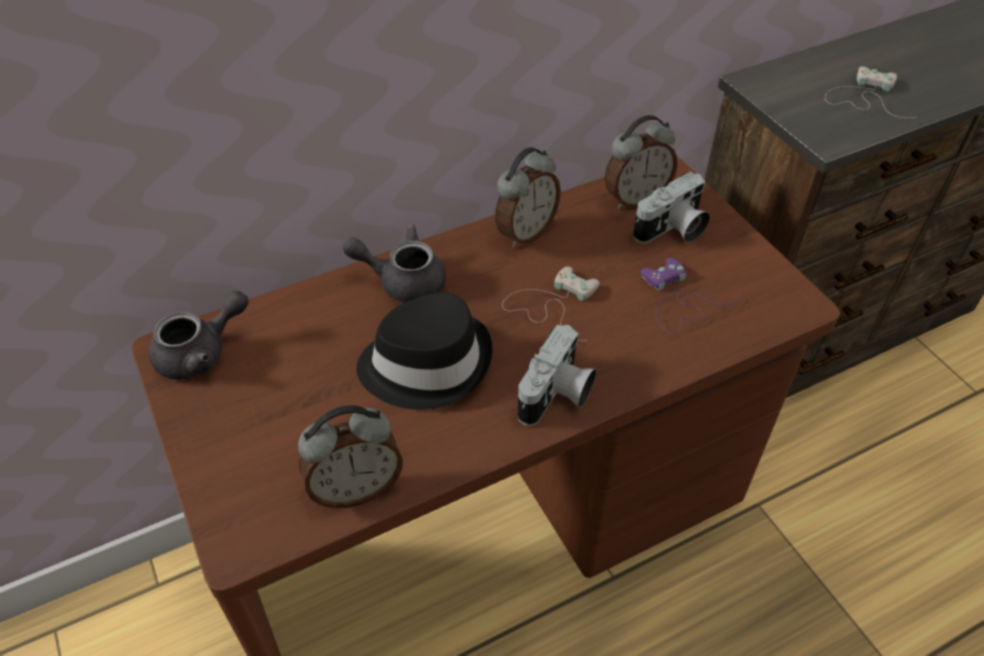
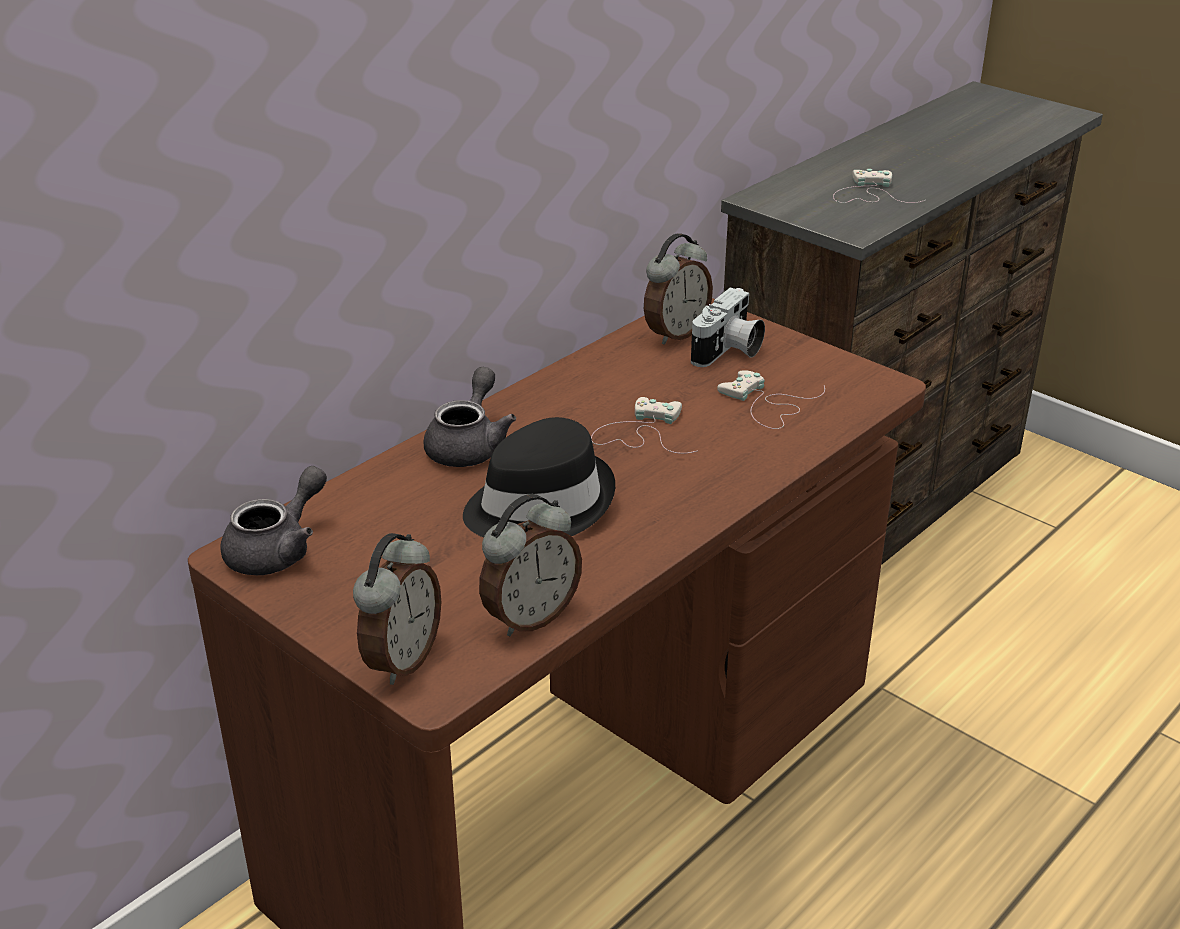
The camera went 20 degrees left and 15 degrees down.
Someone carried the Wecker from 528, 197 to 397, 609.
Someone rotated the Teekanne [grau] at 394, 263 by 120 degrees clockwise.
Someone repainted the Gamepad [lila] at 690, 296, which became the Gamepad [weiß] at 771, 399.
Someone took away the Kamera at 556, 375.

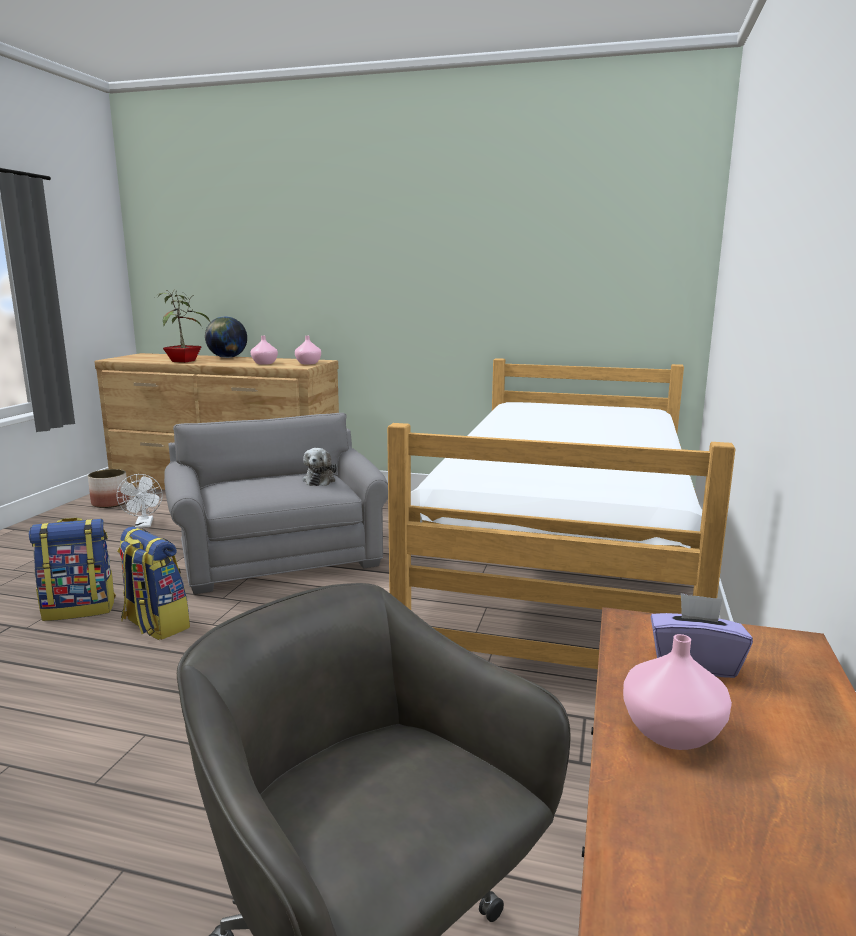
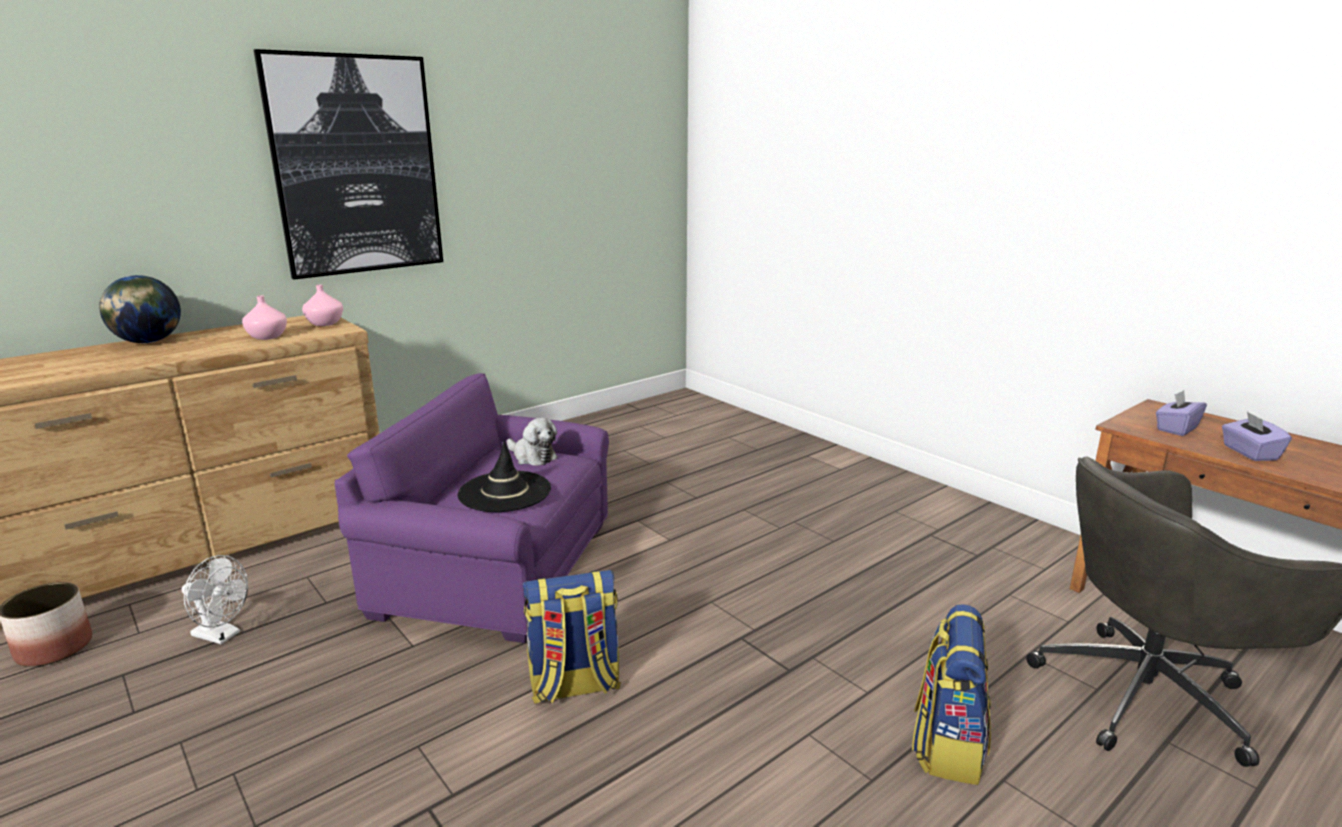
The camera went 55 degrees left and 5 degrees up.
Someone put up the Bild at 348, 164.
Someone repainted the Sessel [grau] at 276, 503, which became the Sessel [lila] at 472, 508.
Someone put down the Hut [schwarz] at 504, 476.
Someone carried the Rucksack from 72, 569 to 951, 694.
Someone swapped the Vase [rosa] at 677, 692 for the Taschentuchbox [lila] at 1257, 436.
Someone took away the Topfpflanze at 183, 326.
Someone took away the Bett at 561, 513.

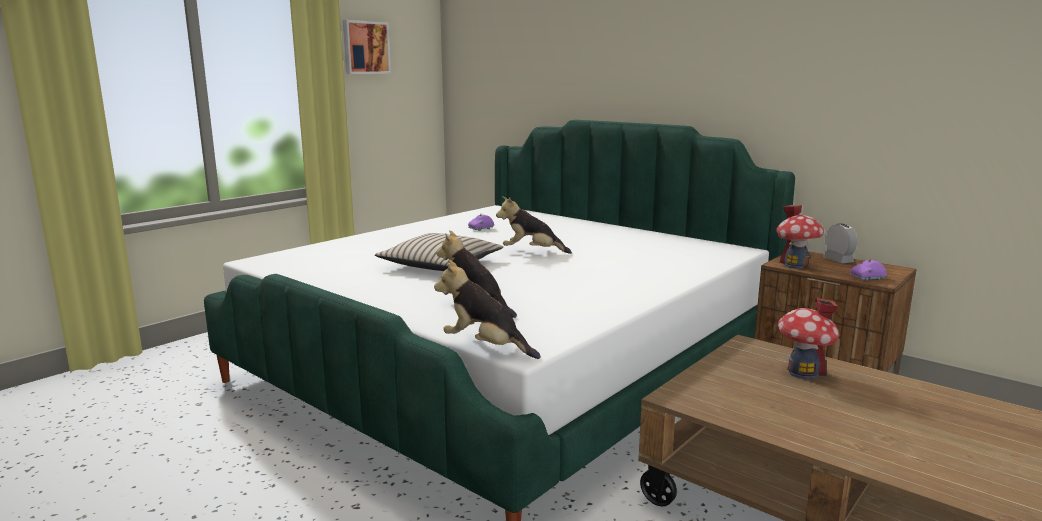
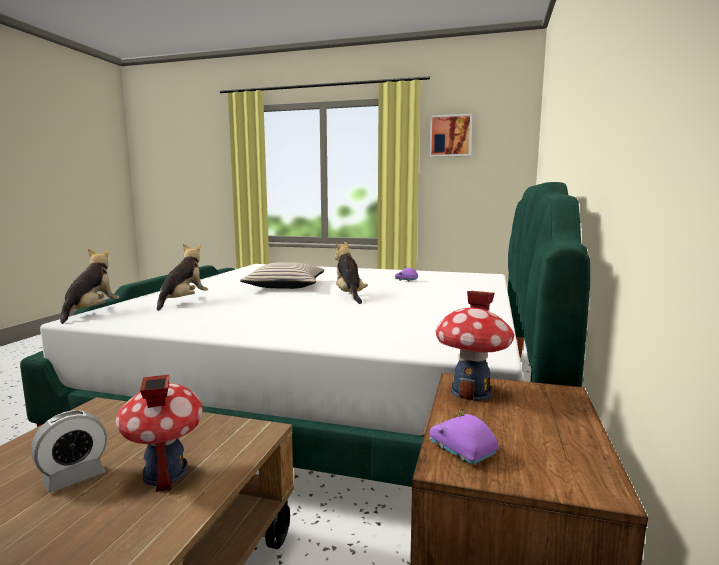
The camera went 65 degrees right and 5 degrees down.
Someone carried the Wecker from 839, 243 to 69, 451.

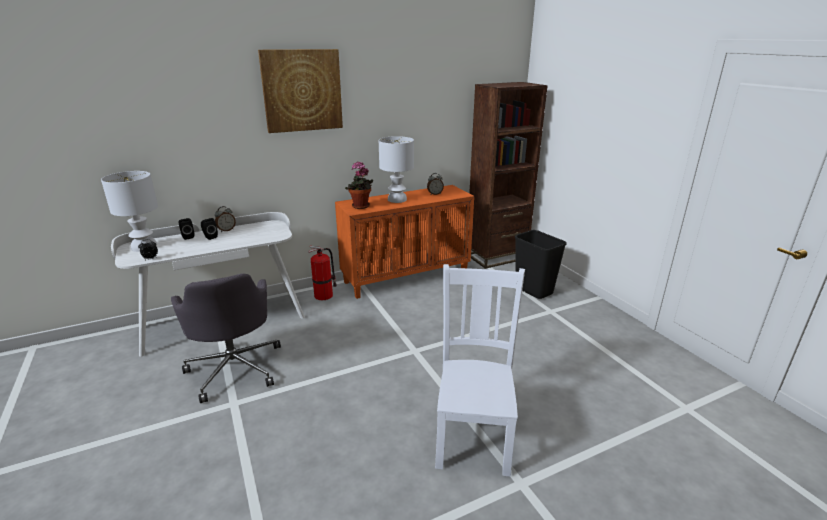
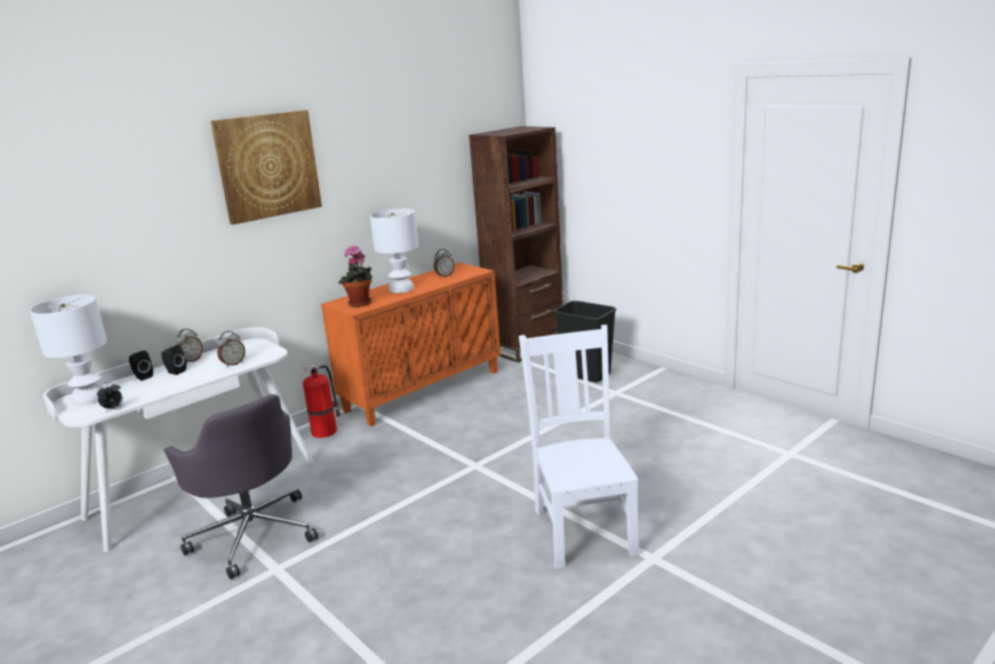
The camera went 15 degrees left and 5 degrees down.
Someone put down the Wecker at 231, 349.

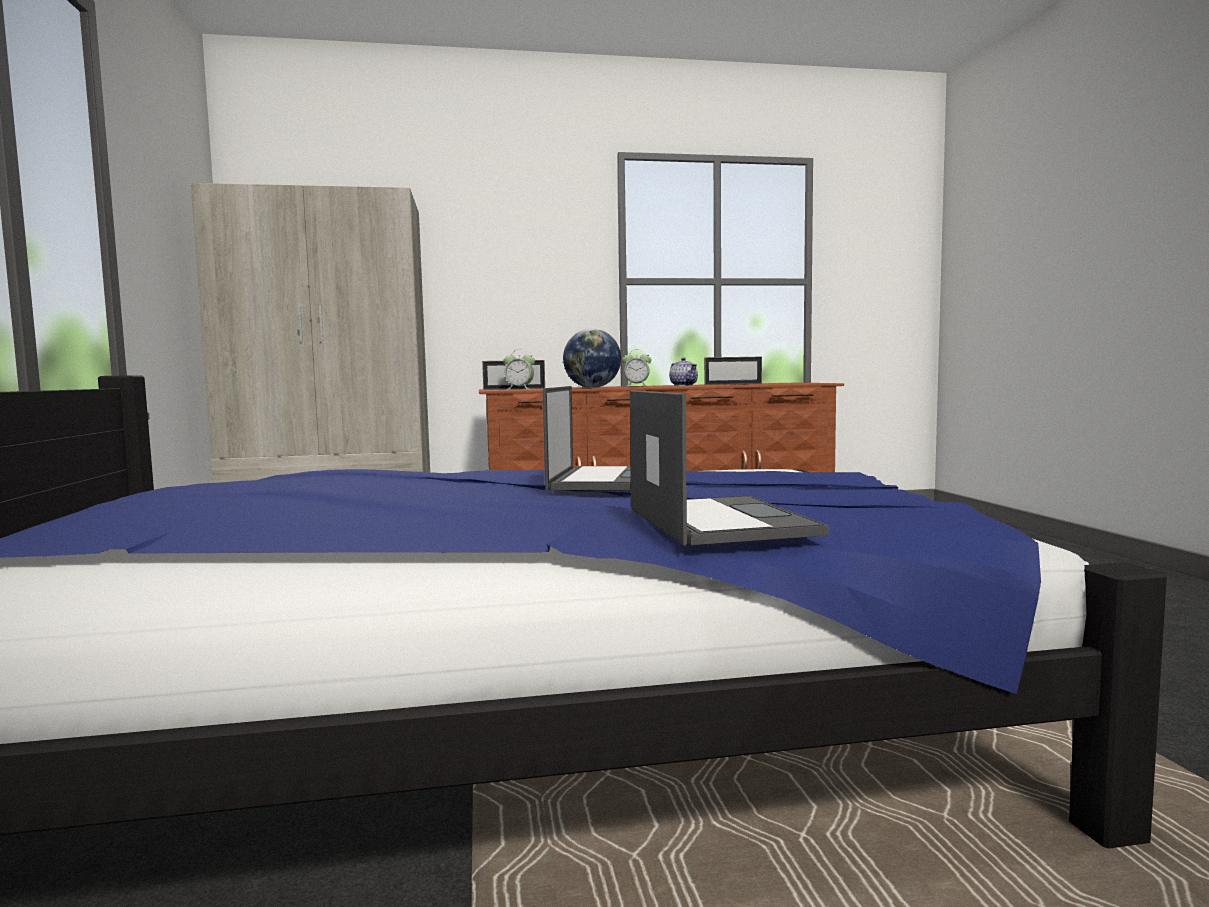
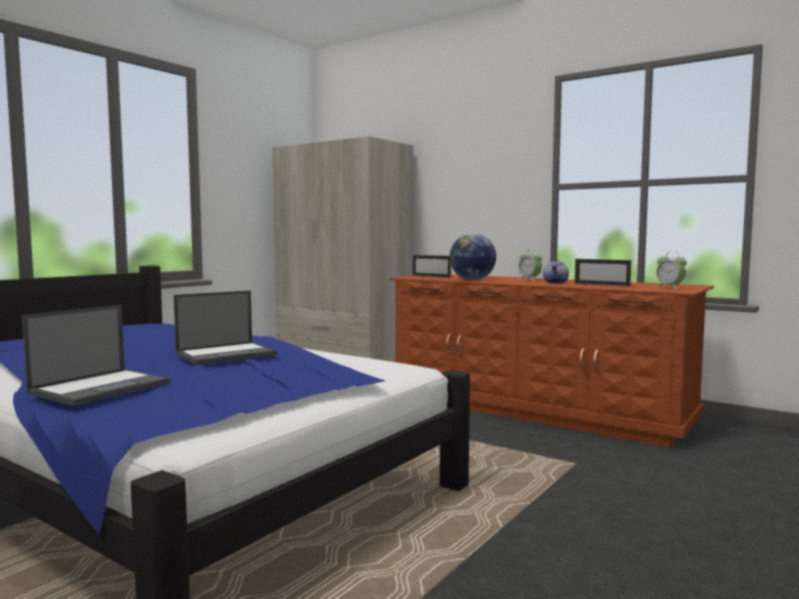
The camera went 45 degrees right and 0 degrees up.
Someone carried the Wecker from 519, 371 to 671, 270.

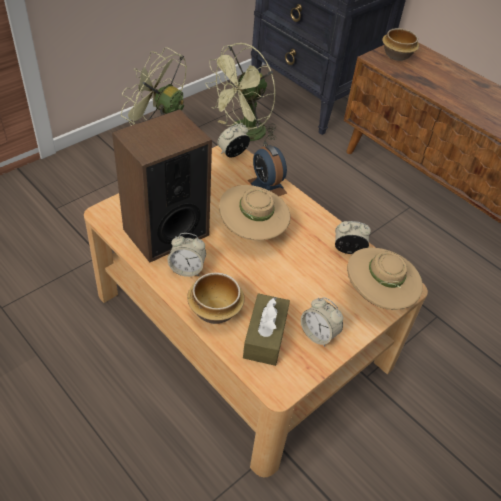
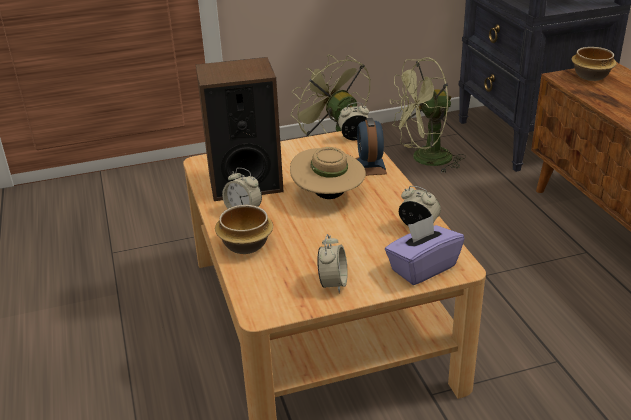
The camera went 30 degrees right and 15 degrees down.
Someone rotated the Wecker at 322, 322 by 150 degrees counterclockwise.
Someone swapped the Hut [beige] at 385, 279 for the Taschentuchbox [lila] at 424, 250.
Someone took away the Taschentuchbox [braun] at 266, 329.

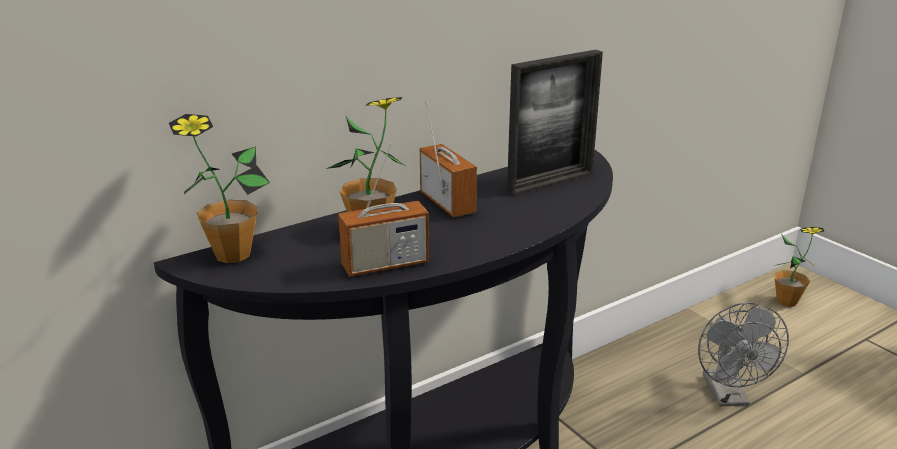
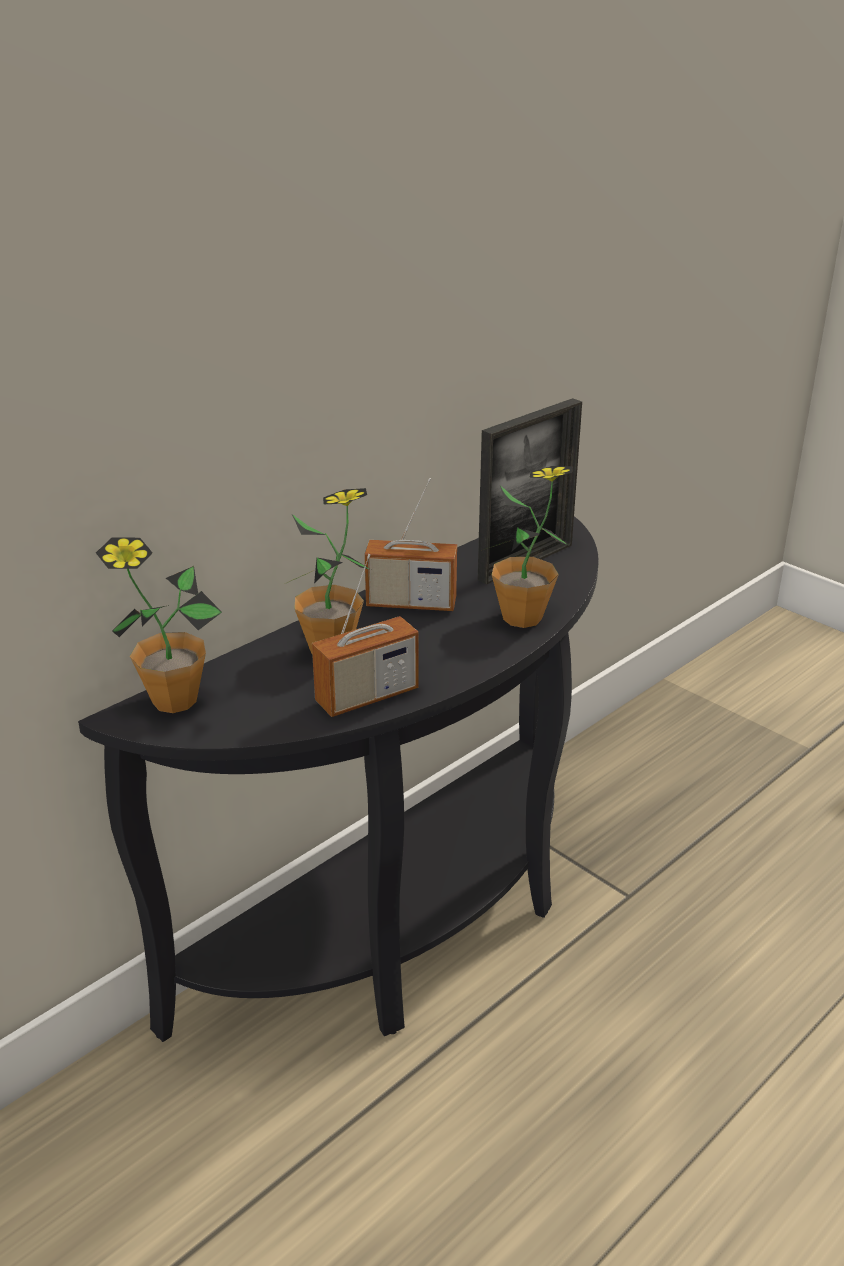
The camera went 10 degrees left and 5 degrees up.
Someone rotated the Radio at 448, 159 by 135 degrees clockwise.
Someone carried the Topfpflanze from 799, 267 to 527, 547.
Someone took away the Ventilator [grau] at 743, 354.

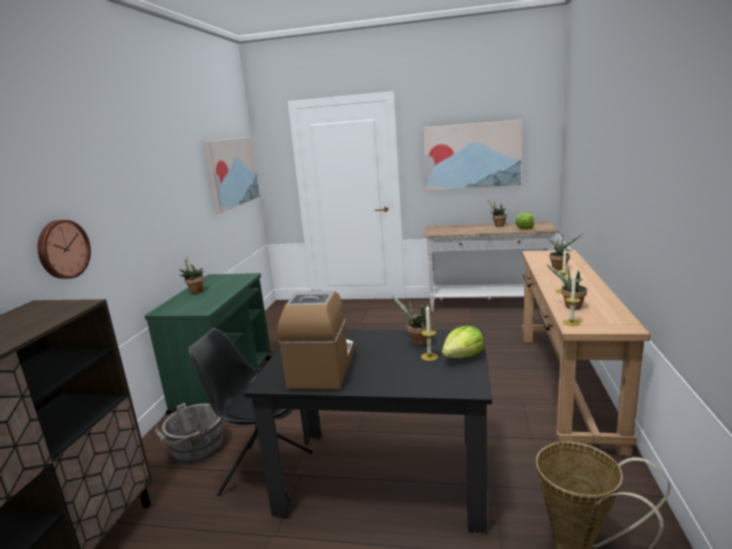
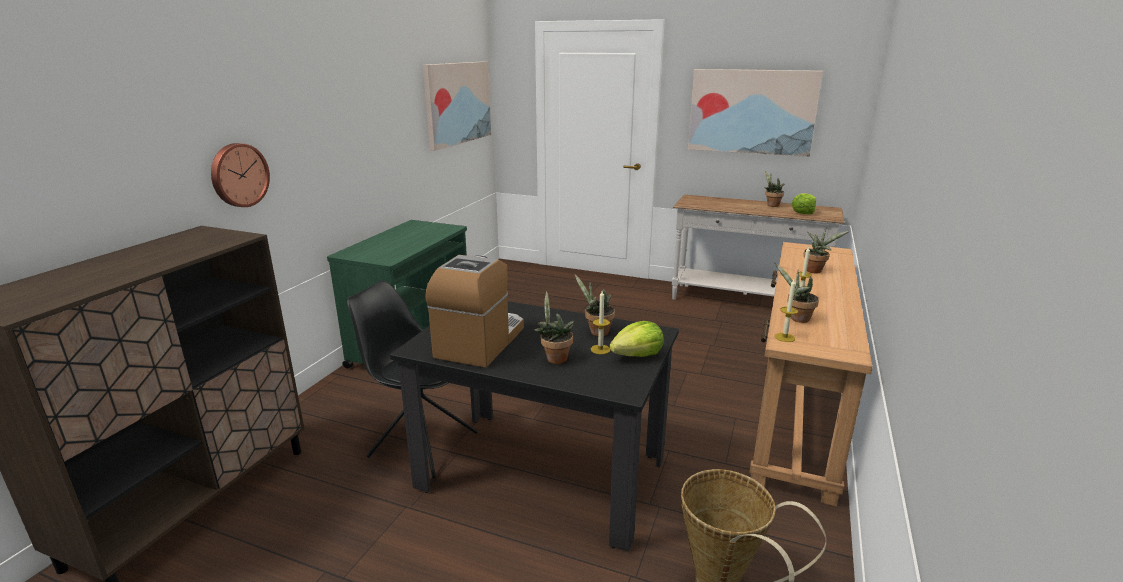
The camera went 10 degrees right and 5 degrees up.
Someone carried the Topfpflanze from 191, 275 to 553, 327.
Someone took away the Eimer [grau] at 189, 433.

